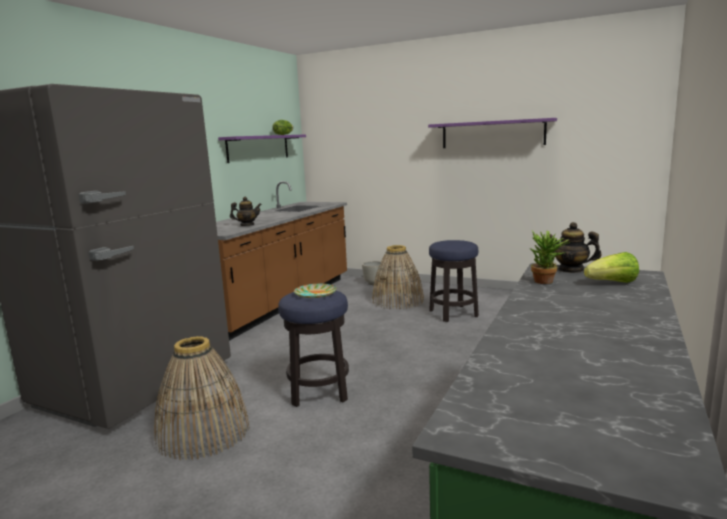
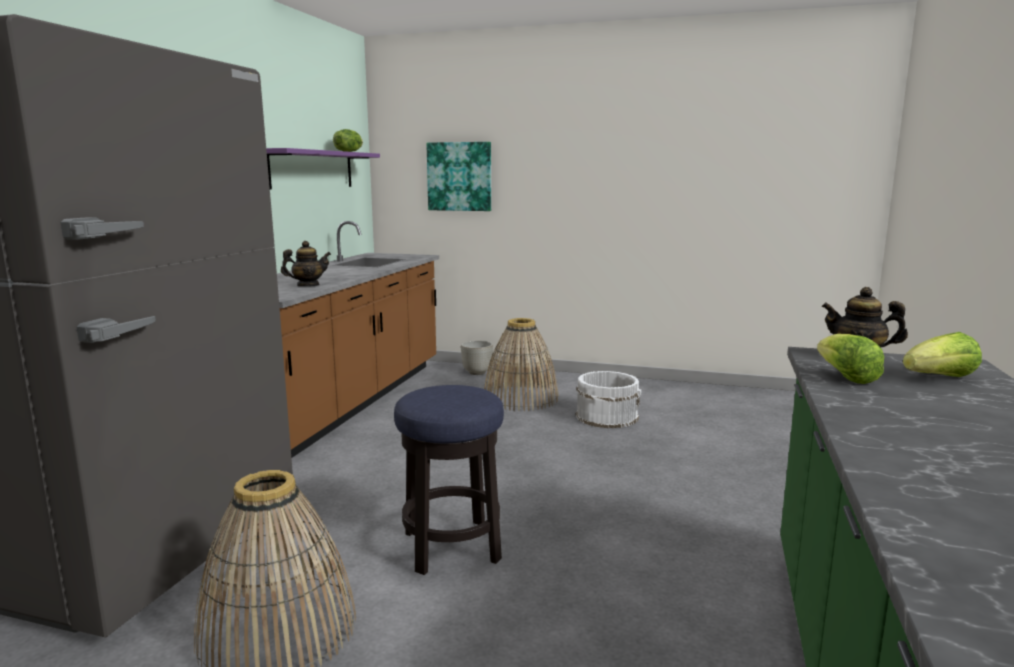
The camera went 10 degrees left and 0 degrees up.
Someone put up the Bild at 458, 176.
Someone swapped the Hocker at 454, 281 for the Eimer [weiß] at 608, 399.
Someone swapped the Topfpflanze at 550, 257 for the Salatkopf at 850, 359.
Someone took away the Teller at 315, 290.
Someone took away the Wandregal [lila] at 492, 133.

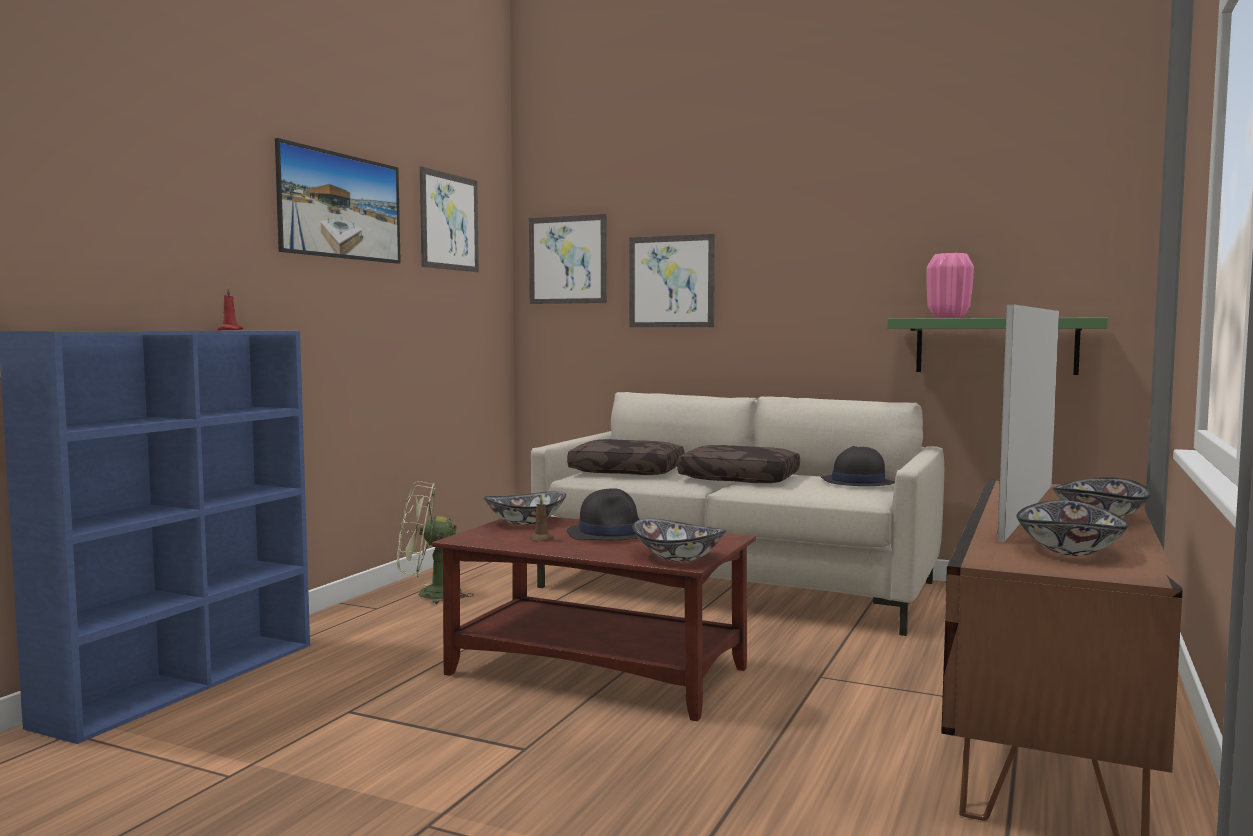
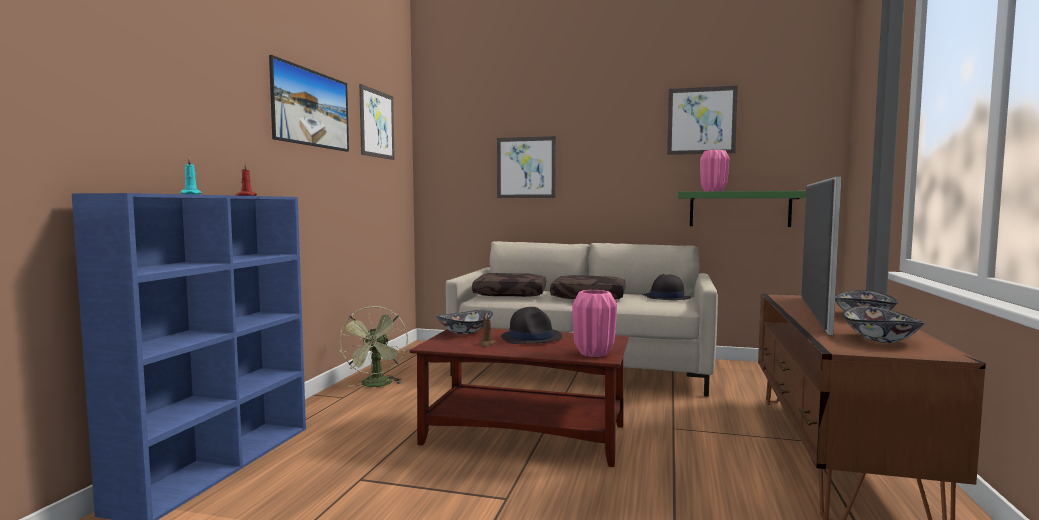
The camera went 10 degrees left and 0 degrees up.
Someone put down the Kerze [türkis] at 191, 176.
Someone rotated the Ventilator [grün] at 435, 543 by 75 degrees counterclockwise.
Someone swapped the Schüssel at 679, 540 for the Vase [rosa] at 594, 323.
Someone carried the Bild from 568, 259 to 702, 120.

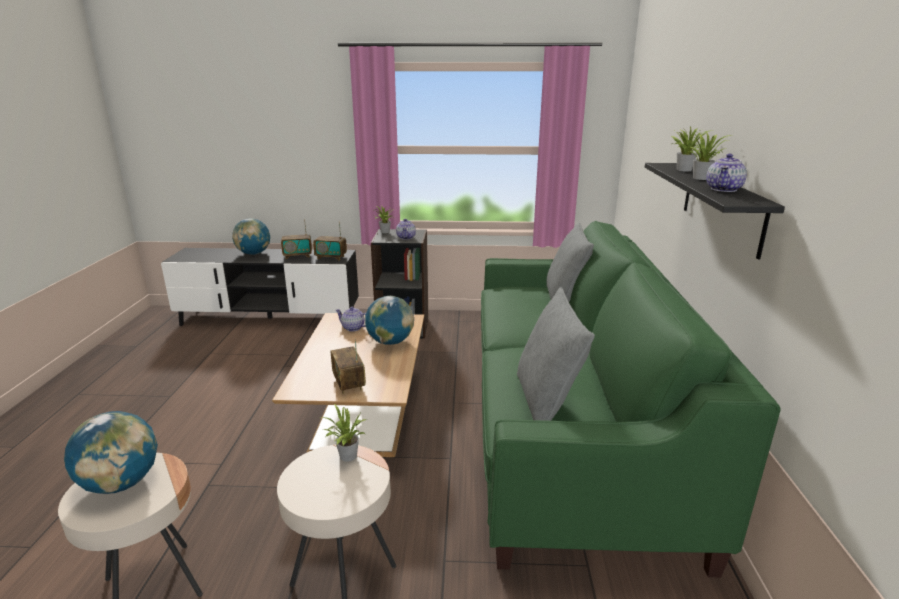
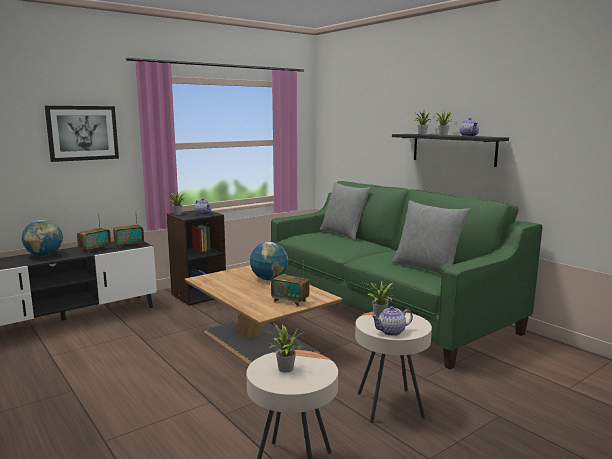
The camera went 40 degrees left and 10 degrees down.
Someone put up the Bild at 82, 134.
Someone swapped the Globus at 111, 452 for the Topfpflanze at 285, 348.
Someone carried the Teekanne from 350, 319 to 392, 321.

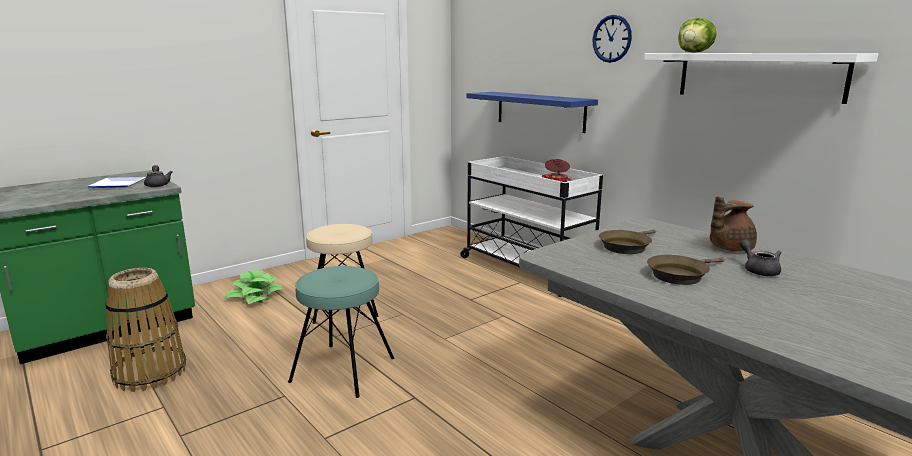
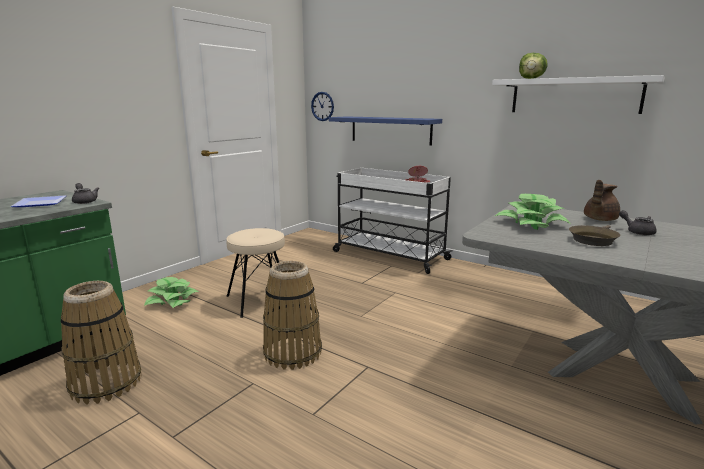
The camera went 15 degrees left and 0 degrees up.
Someone swapped the Hocker [türkis] at 341, 332 for the Korb at 292, 315.
Someone carried the Wanduhr from 612, 39 to 322, 106.
Someone swapped the Pfanne [braun] at 627, 241 for the Topfpflanze at 533, 212.

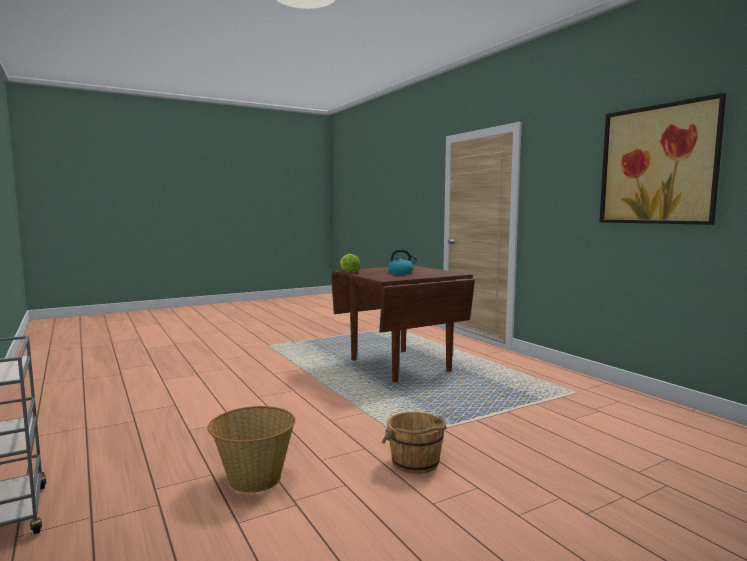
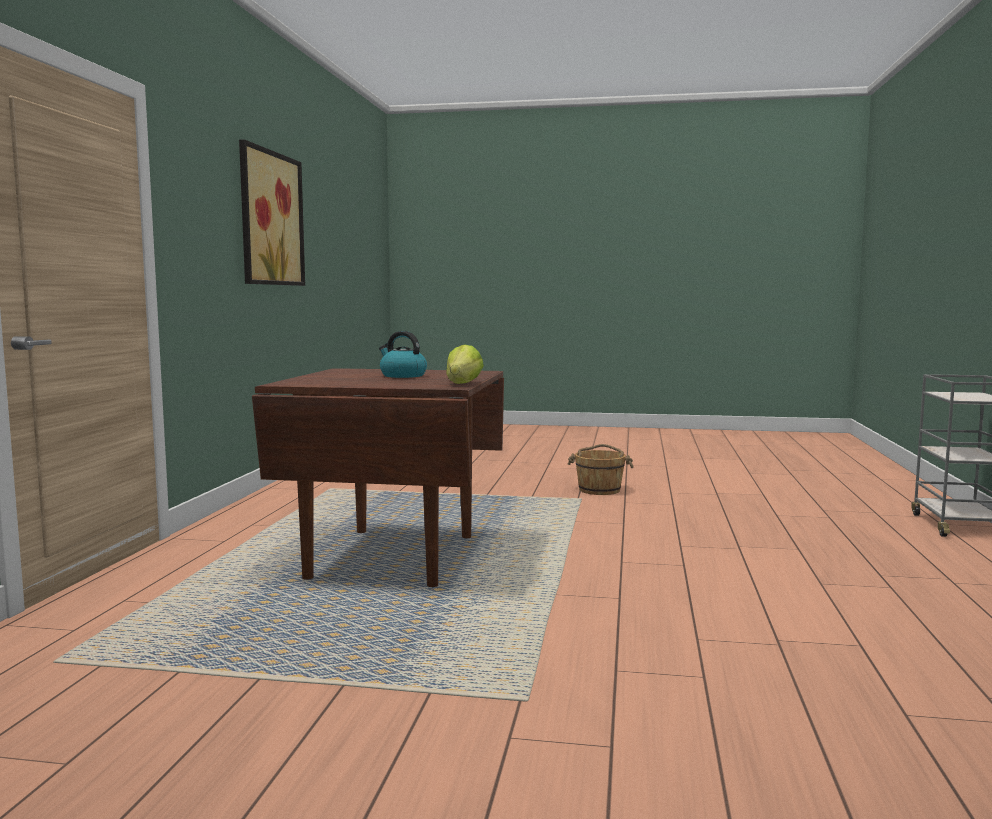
The camera went 140 degrees left and 0 degrees up.
Someone took away the Korb at 251, 449.

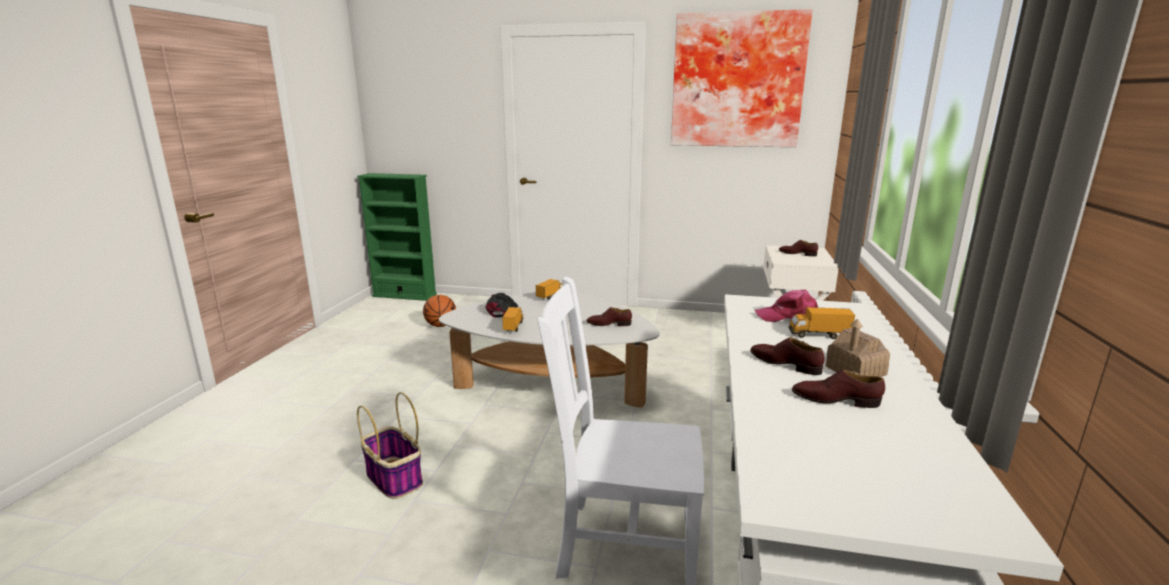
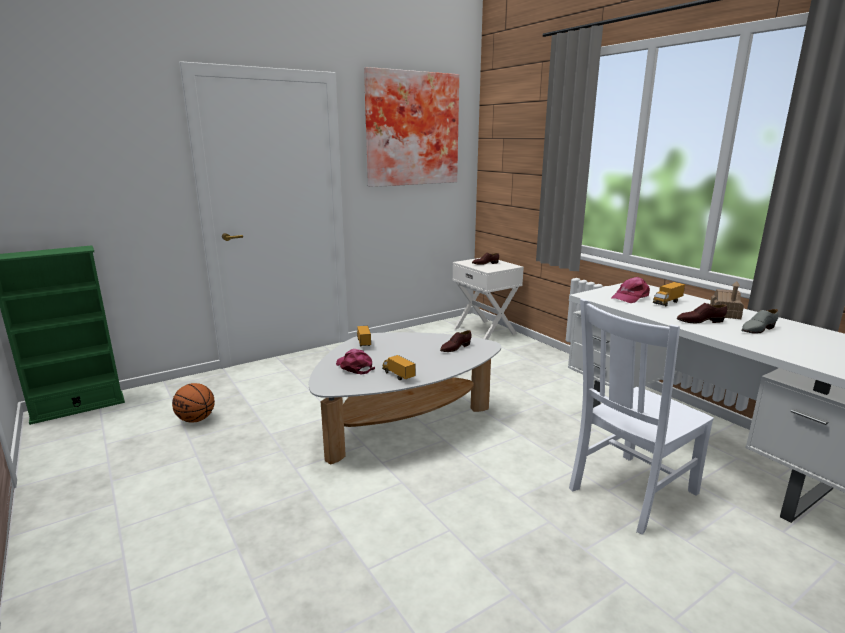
The camera went 45 degrees left and 0 degrees up.
Someone repainted the Kappe [schwarz] at 501, 305, which became the Kappe [rosa] at 355, 361.
Someone repainted the Schuh [braun] at 838, 389, which became the Schuh [grau] at 760, 321.
Someone took away the Korb at 390, 445.

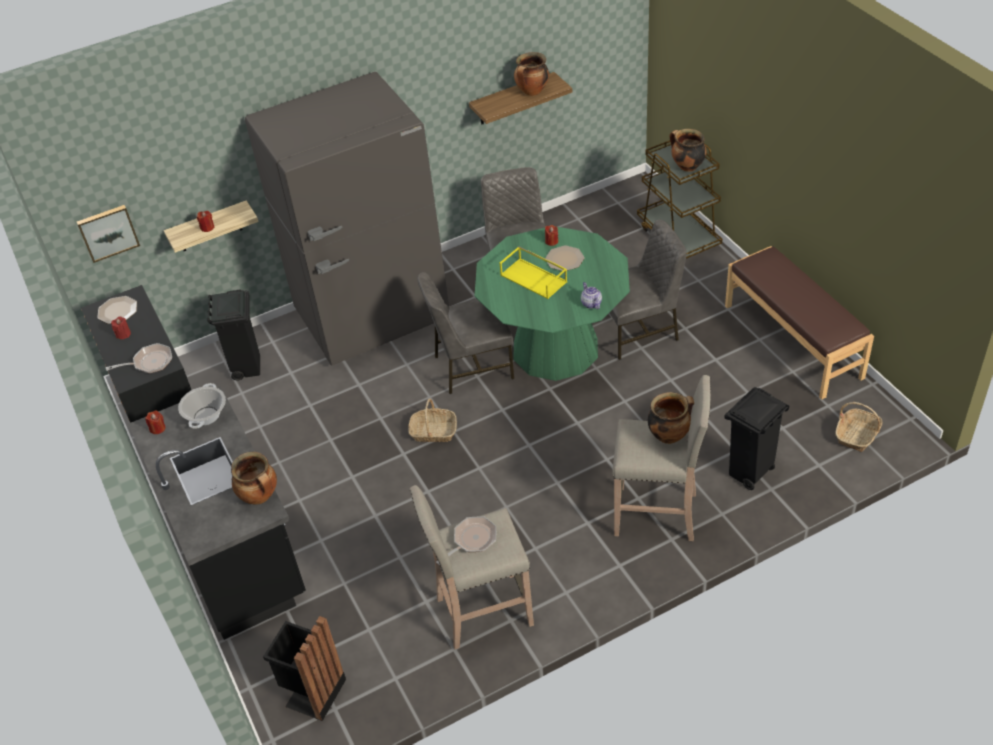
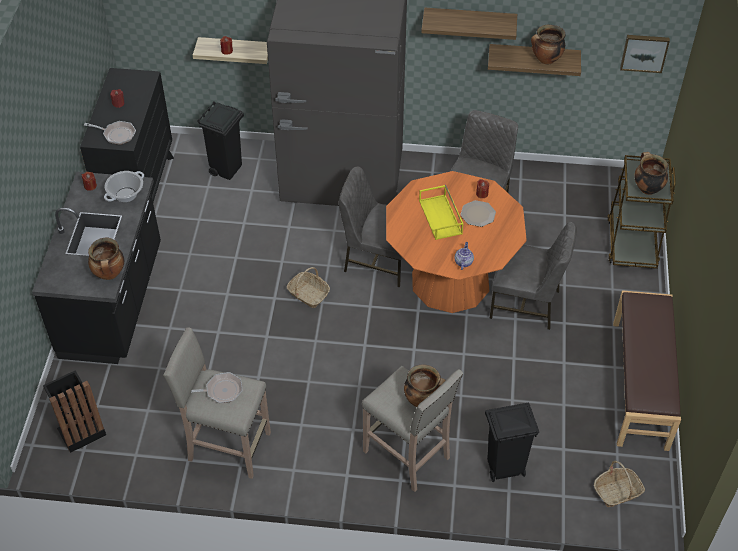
The camera went 30 degrees right and 5 degrees up.
Someone repainted the Esstisch [grün] at 552, 304, which became the Esstisch [orange] at 456, 242.
Someone put up the Wandregal at 469, 24.
Someone carried the Bild from 108, 234 to 645, 54.
Someone took away the Teller at 117, 310.

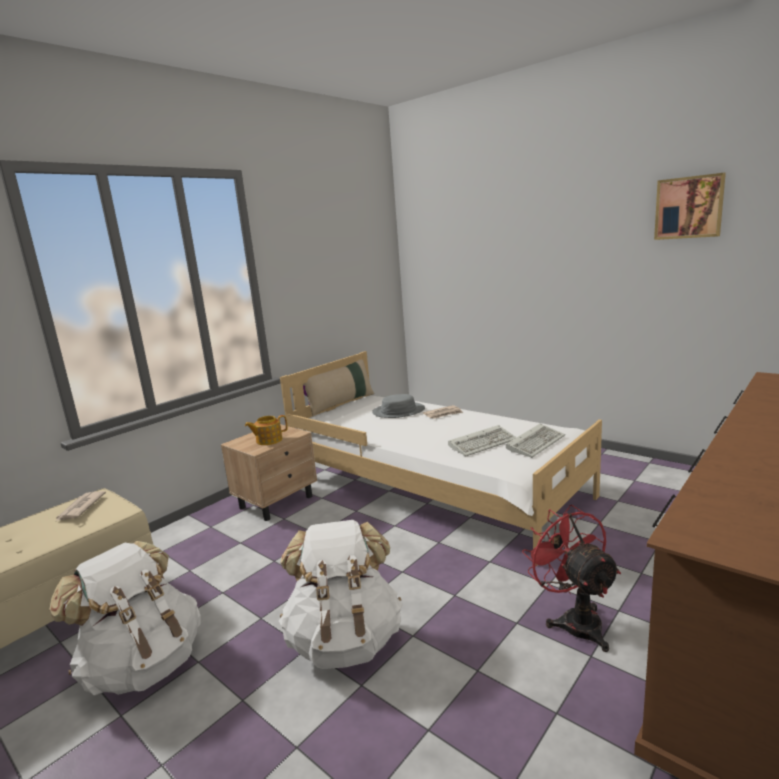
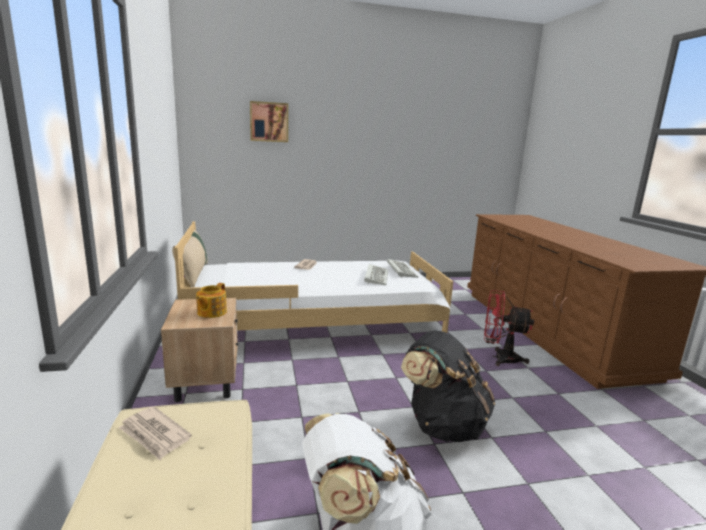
The camera went 55 degrees left and 0 degrees up.
Someone carried the Bild from 690, 206 to 269, 121.
Someone repainted the Rucksack [weiß] at 341, 594, which became the Rucksack [schwarz] at 448, 386.
Someone took away the Hut [grau] at 398, 406.

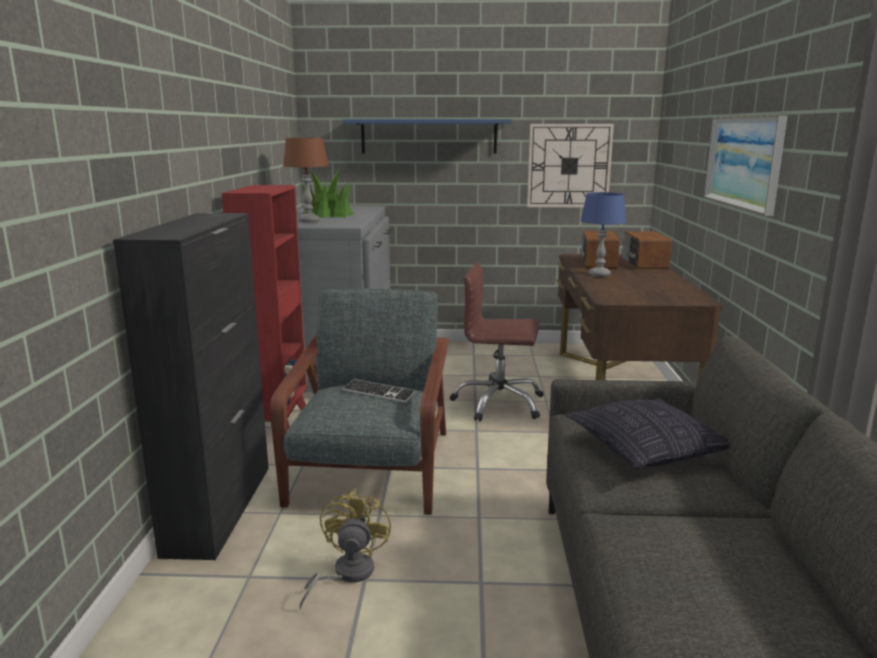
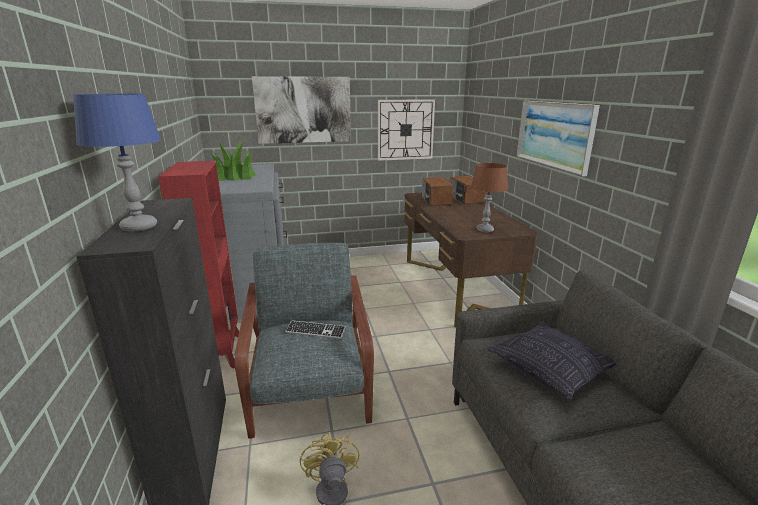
The camera went 15 degrees left and 5 degrees up.
Someone carried the Tischlampe [blau] from 603, 234 to 117, 163.
Someone swapped the Wandregal [blau] at 427, 136 for the Bild at 301, 110.
Someone carried the Tischlampe [braun] from 306, 180 to 489, 197.
Someone took away the Bürostuhl [braun] at 497, 342.

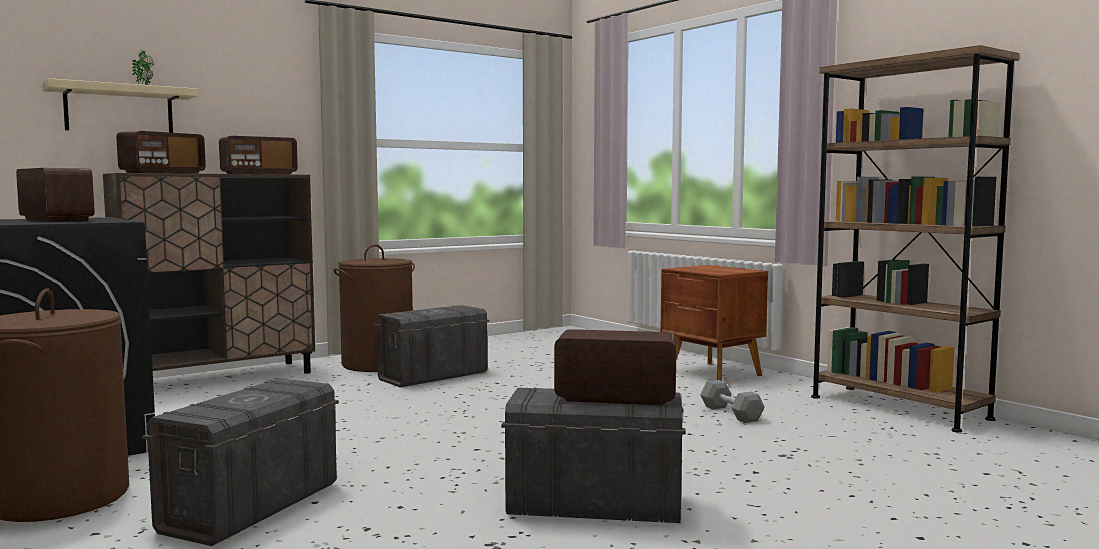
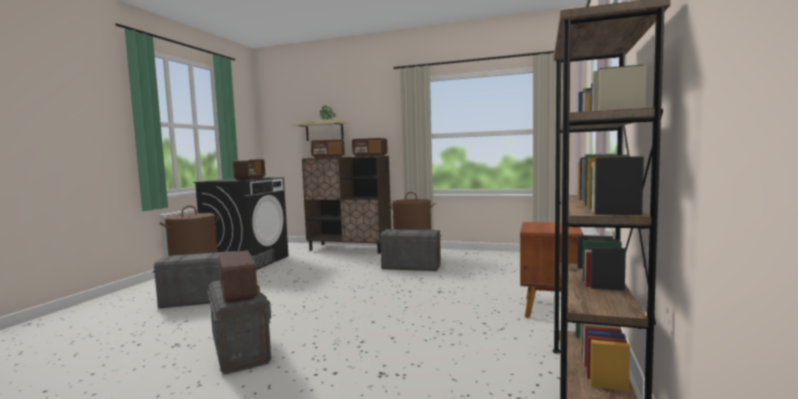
The camera went 55 degrees right and 0 degrees up.
Someone took away the Hantel [grau] at 732, 401.

